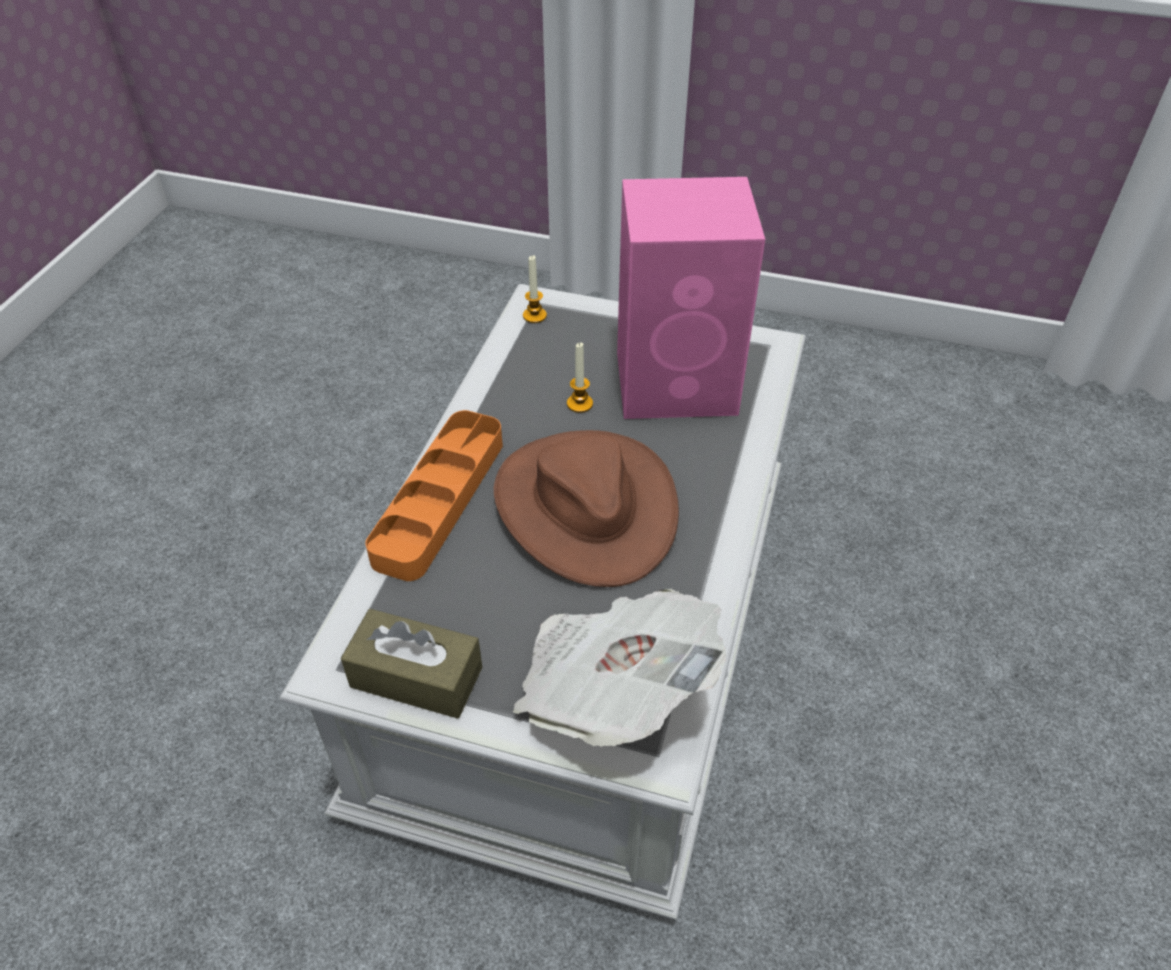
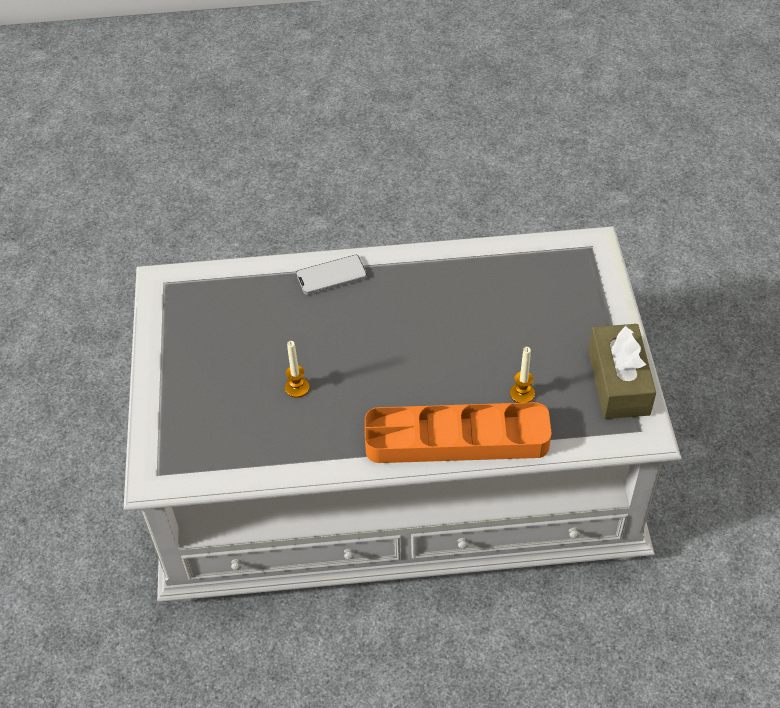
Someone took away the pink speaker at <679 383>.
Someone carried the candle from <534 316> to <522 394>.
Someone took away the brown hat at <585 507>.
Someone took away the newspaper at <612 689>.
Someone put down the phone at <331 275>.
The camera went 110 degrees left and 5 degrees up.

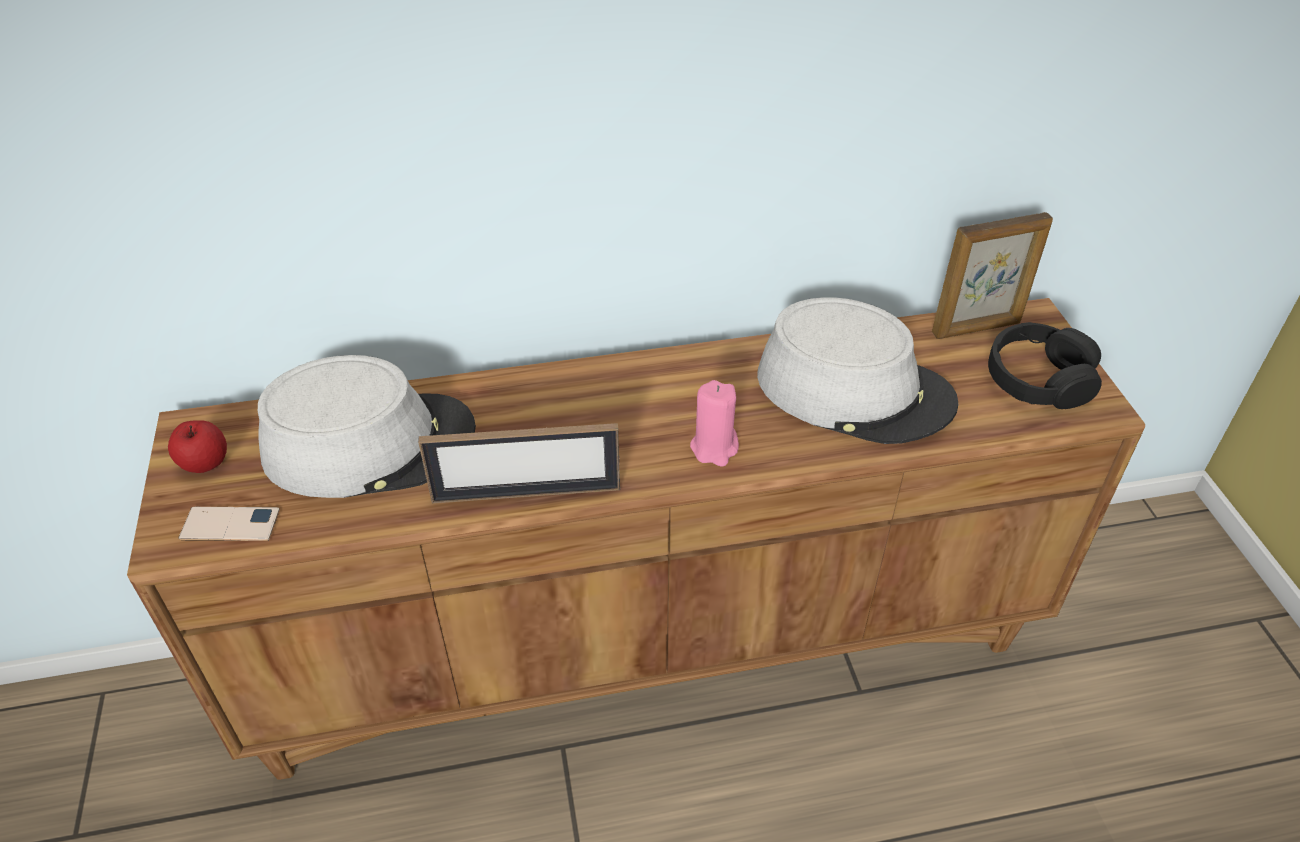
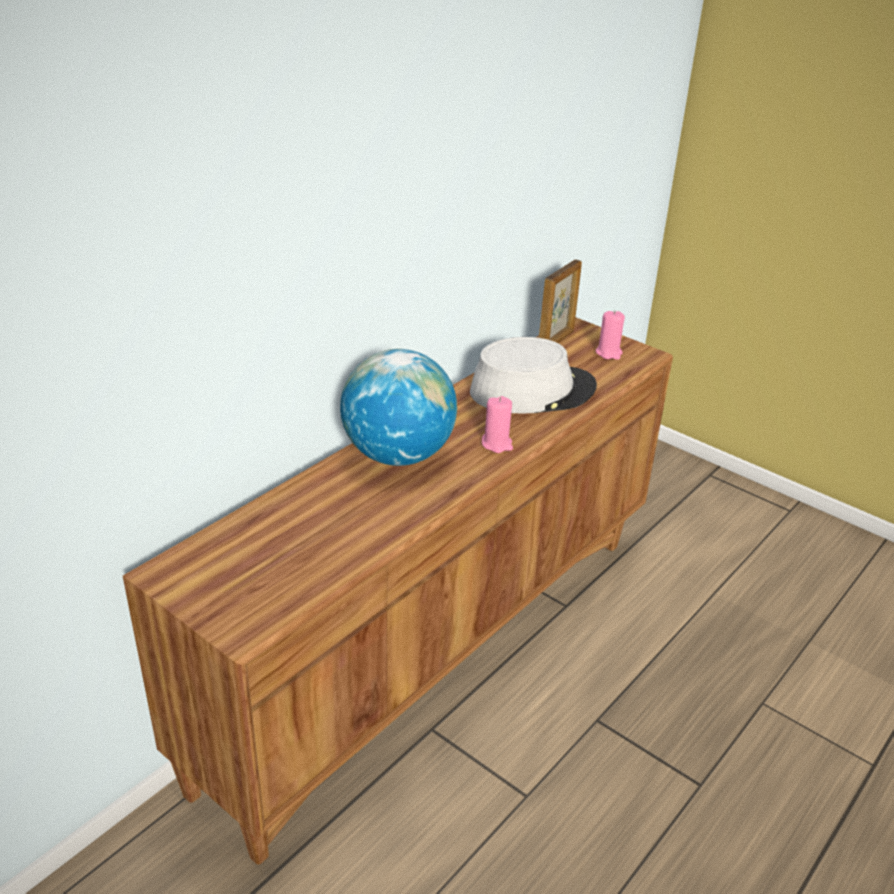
Someone swapped the black headphones at <1039 379> for the pink candle at <609 353>.
Someone took away the grey hat at <370 443>.
Someone took away the apple at <205 463>.
Someone took away the picture frame at <526 494>.
Someone took away the phone at <230 525>.
Someone put down the globe at <398 454>.
The camera went 40 degrees left and 10 degrees down.

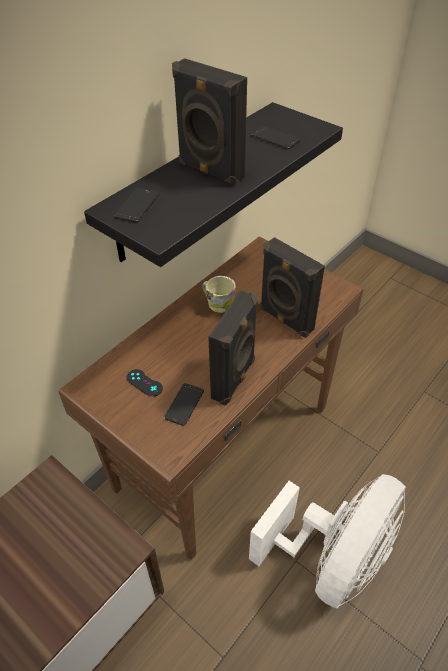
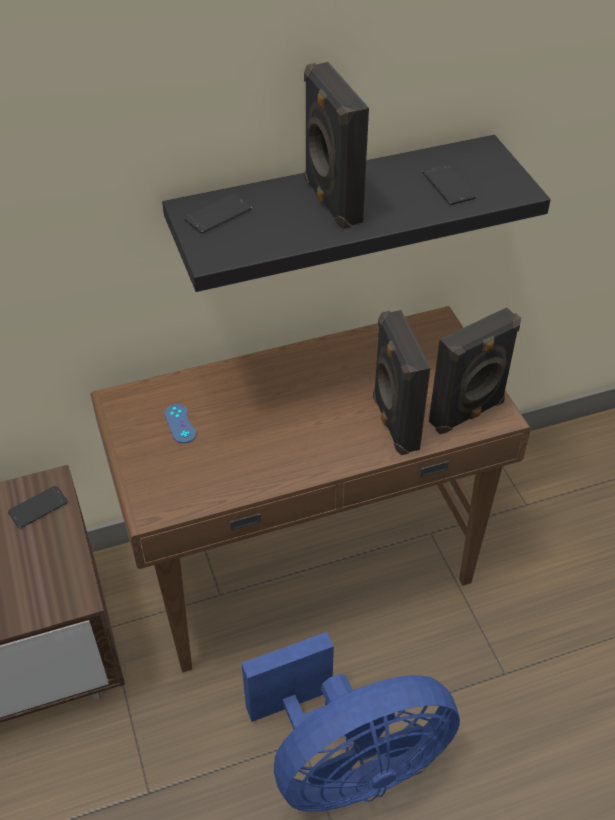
Someone took away the mug at <217 302>.
Someone carried the black speaker from <234 379> to <468 413>.
Someone repainted the black game controller at <144 383>, which became the blue game controller at <180 423>.
Someone carried the phone from <184 404> to <38 507>.
Someone repainted the white fan at <332 559>, which became the blue fan at <347 764>.
The camera went 30 degrees right and 0 degrees up.

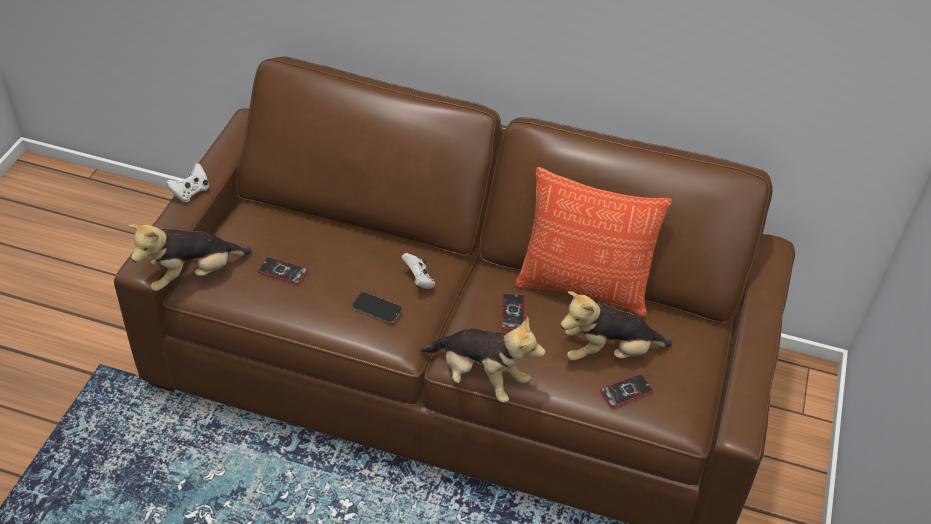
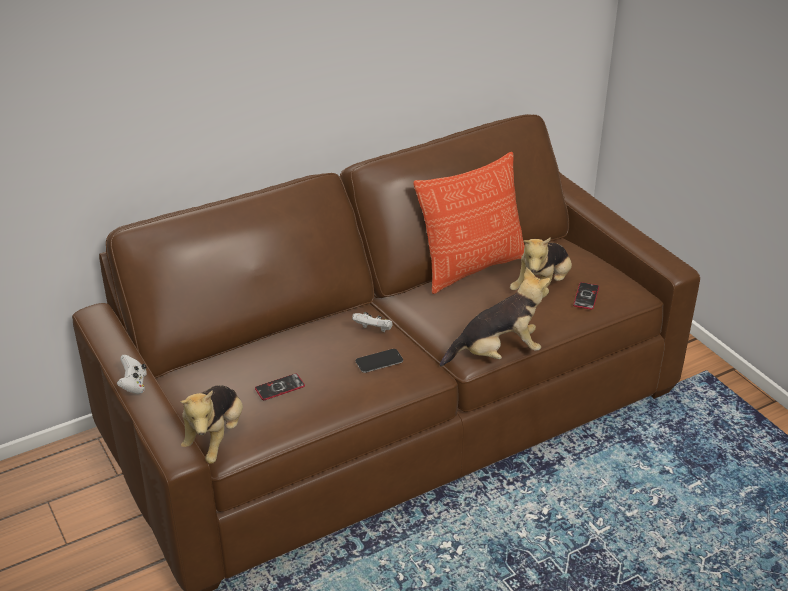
Someone took away the phone at <513 312>.
The camera went 45 degrees left and 10 degrees down.

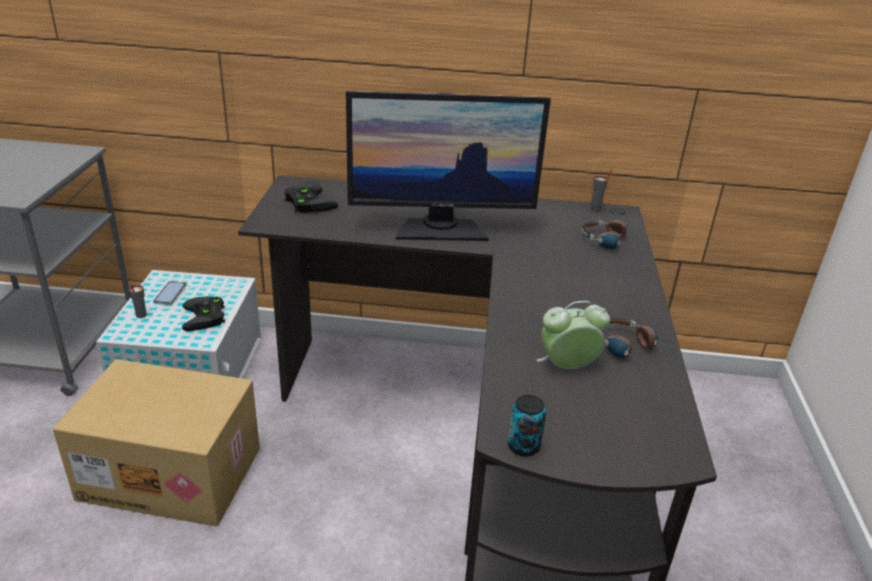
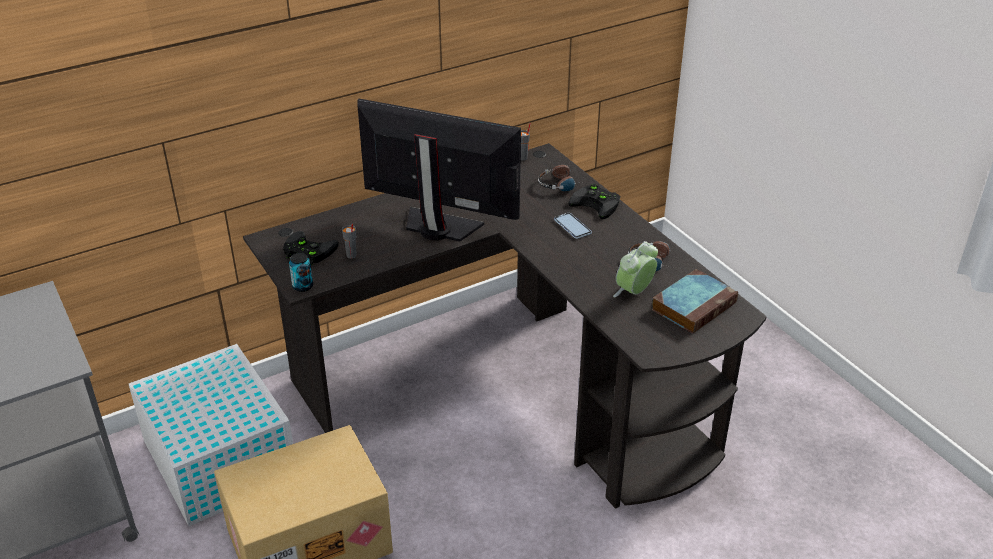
Someone rotated the monitor at <440 229> by 120 degrees counterclockwise.
Someone carried the phone from <170 294> to <572 226>.
Someone carried the grey cup from <141 315> to <351 255>.
Someone carried the black game controller from <206 317> to <598 204>.
Someone carried the can from <523 446> to <303 286>.
Someone put down the book at <694 305>.
The camera went 35 degrees left and 5 degrees up.

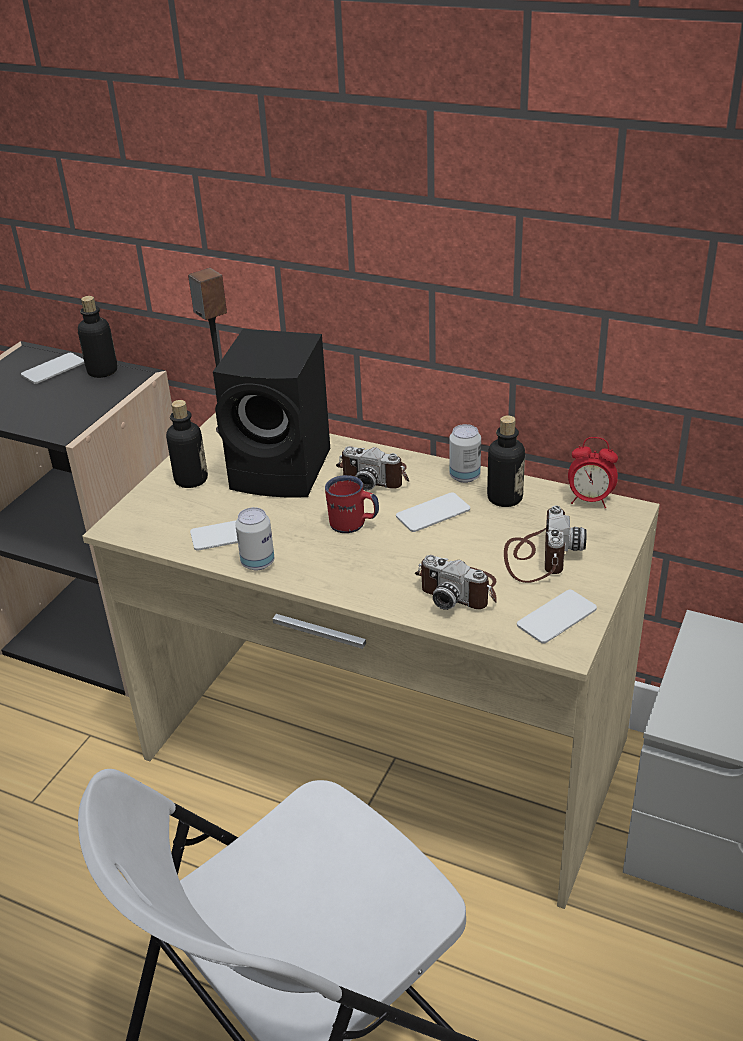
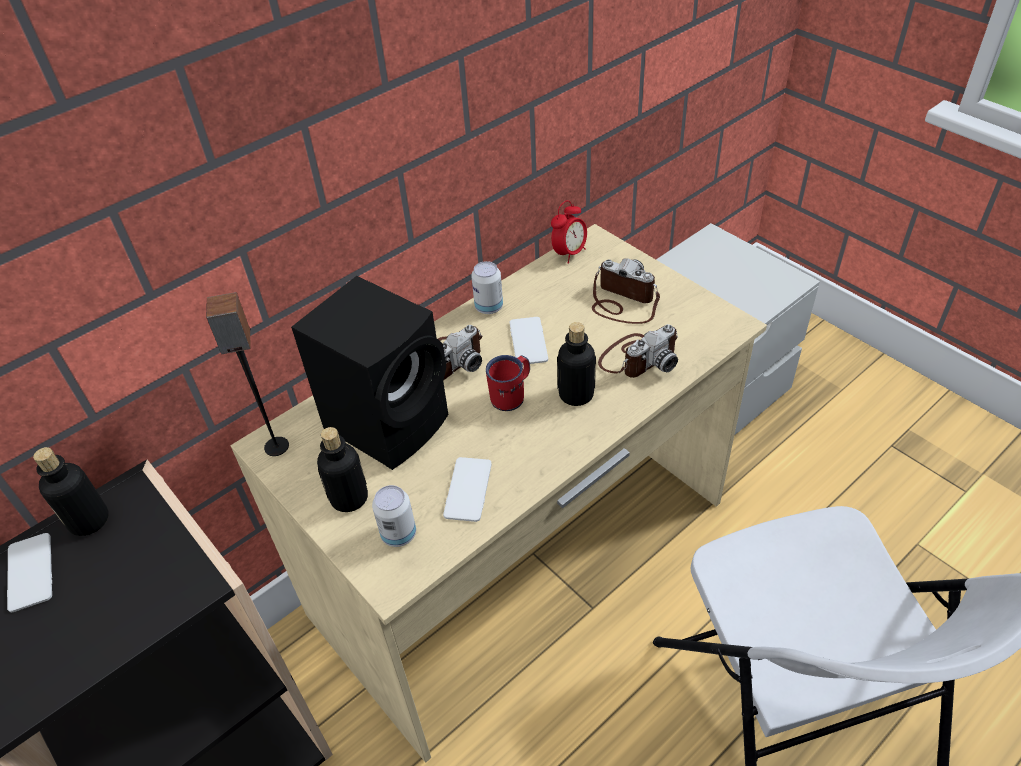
Someone carried the bottle from <504 498> to <576 394>.
Someone carried the can from <258 563> to <398 534>.
Someone took away the phone at <556 617>.
The camera went 65 degrees left and 10 degrees up.

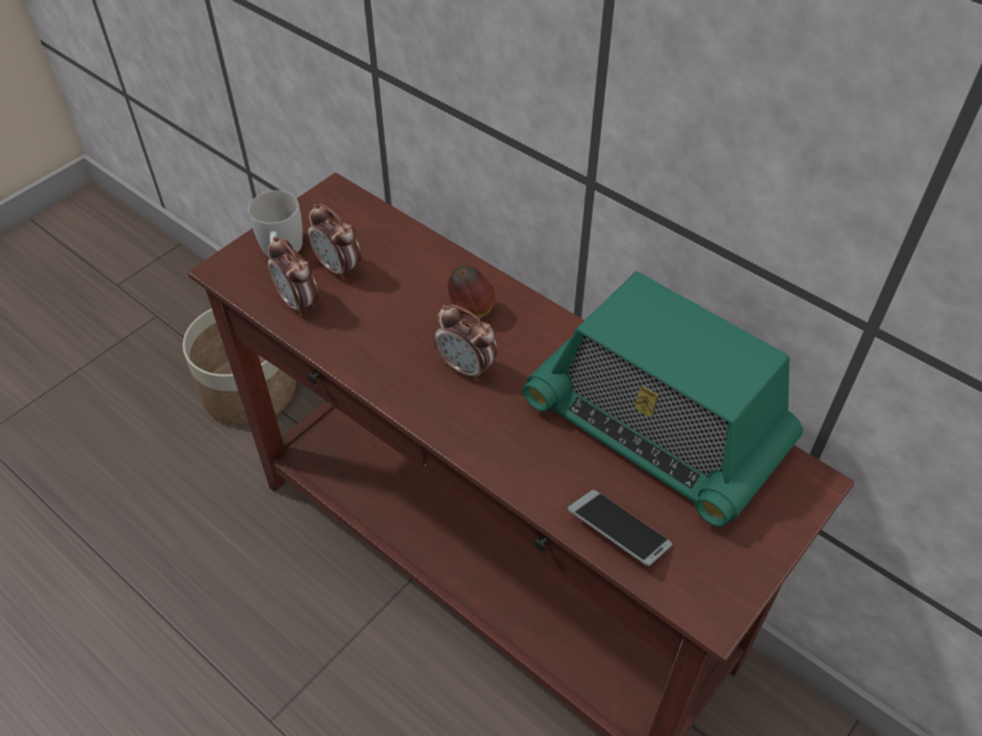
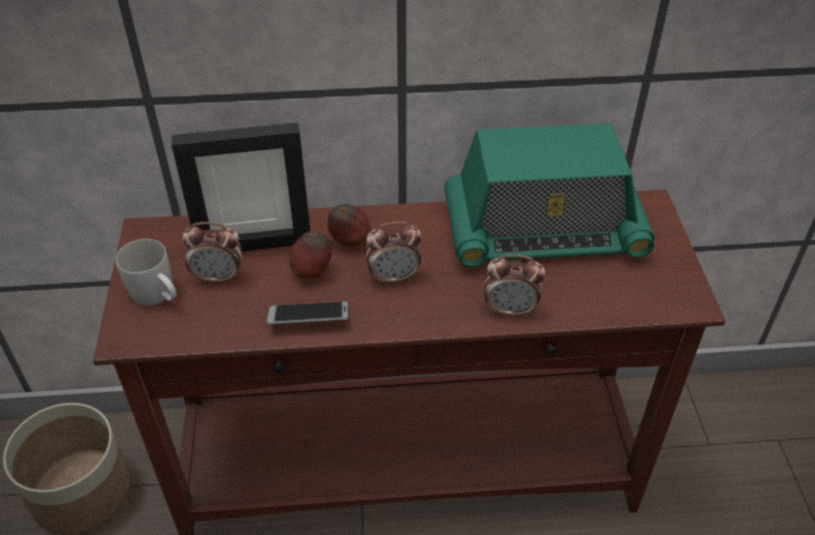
Someone carried the alarm clock from <298 303> to <510 310>.
Someone carried the phone from <618 532> to <308 319>.
Someone put down the picture frame at <254 243>.
Someone put down the apple at <312 273>.
The camera went 45 degrees left and 5 degrees down.

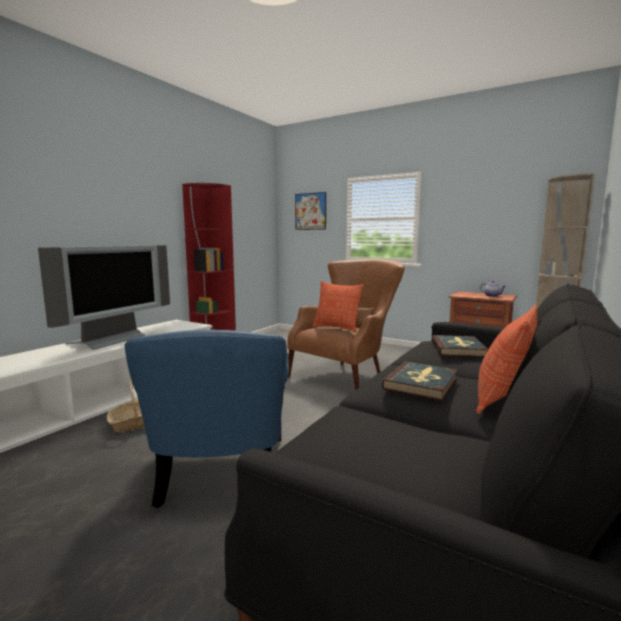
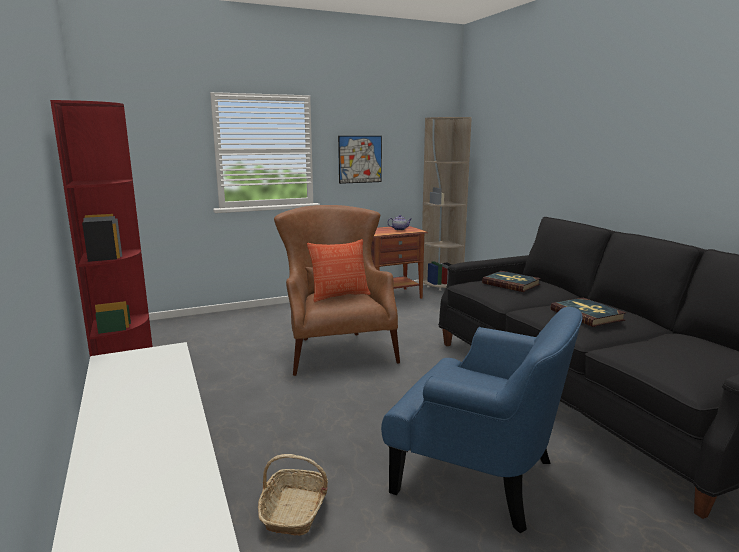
Someone carried the picture from <310 211> to <360 159>.
Someone took away the television at <110 340>.
Someone took away the orange pillow at <502 400>.
The camera went 55 degrees left and 5 degrees up.

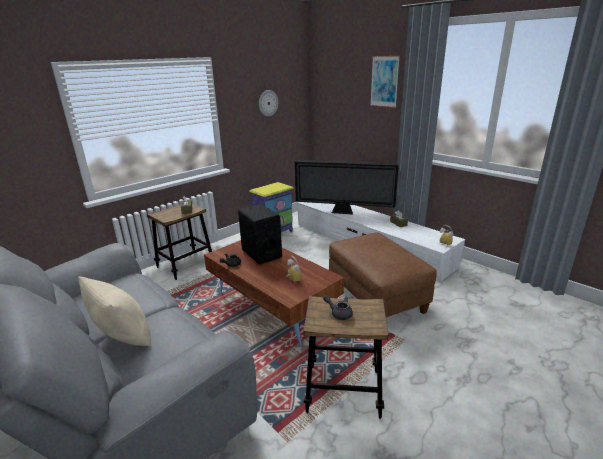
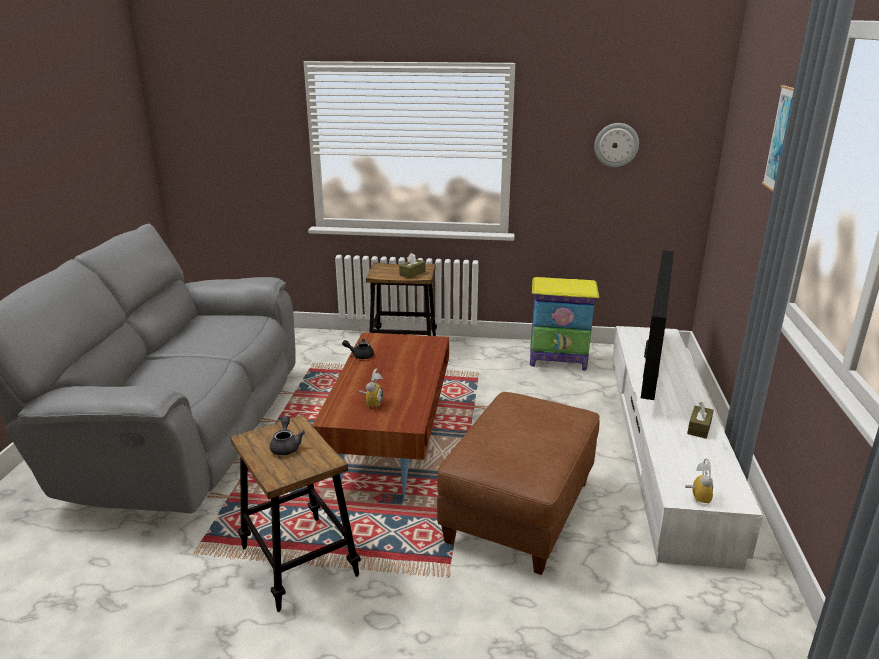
Someone rotated the television at <344 212> by 45 degrees clockwise.
Someone took away the black speaker at <261 253>.
Someone took away the beige pillow at <123 336>.
The camera went 50 degrees right and 0 degrees up.

